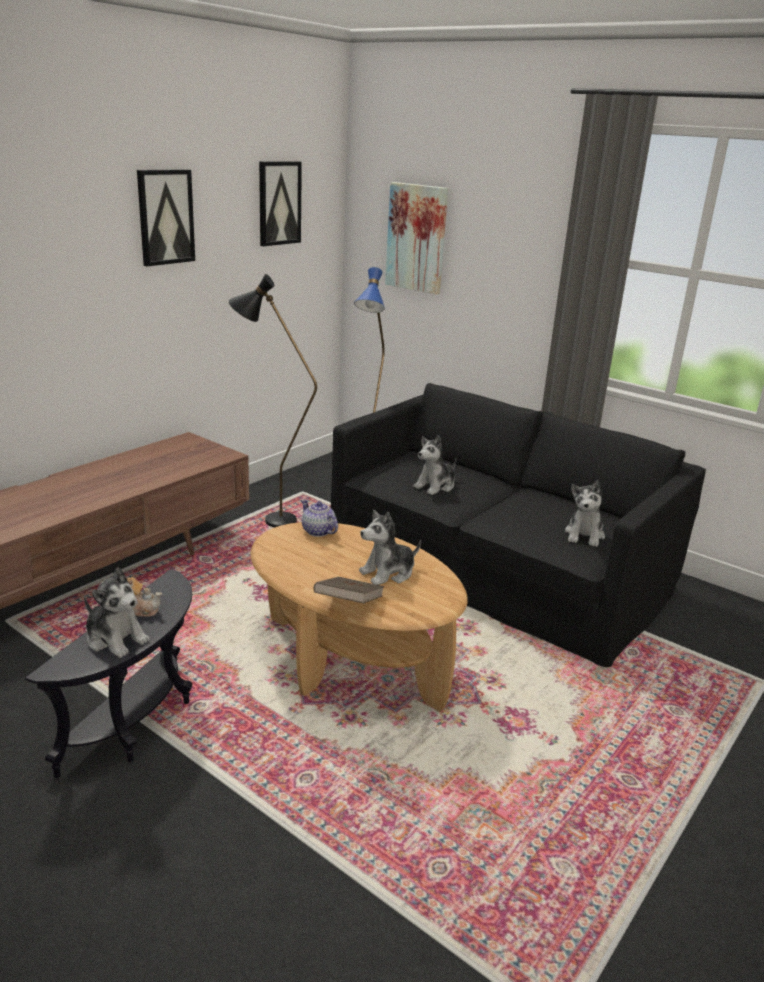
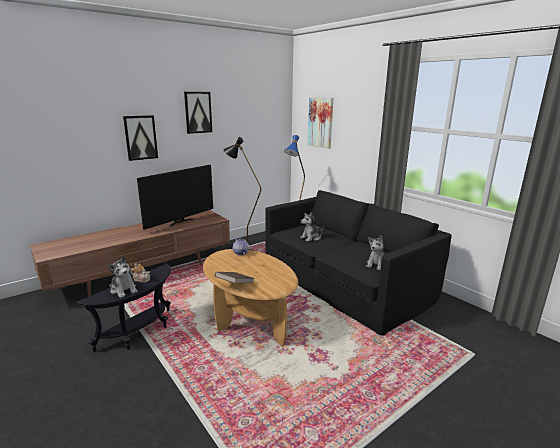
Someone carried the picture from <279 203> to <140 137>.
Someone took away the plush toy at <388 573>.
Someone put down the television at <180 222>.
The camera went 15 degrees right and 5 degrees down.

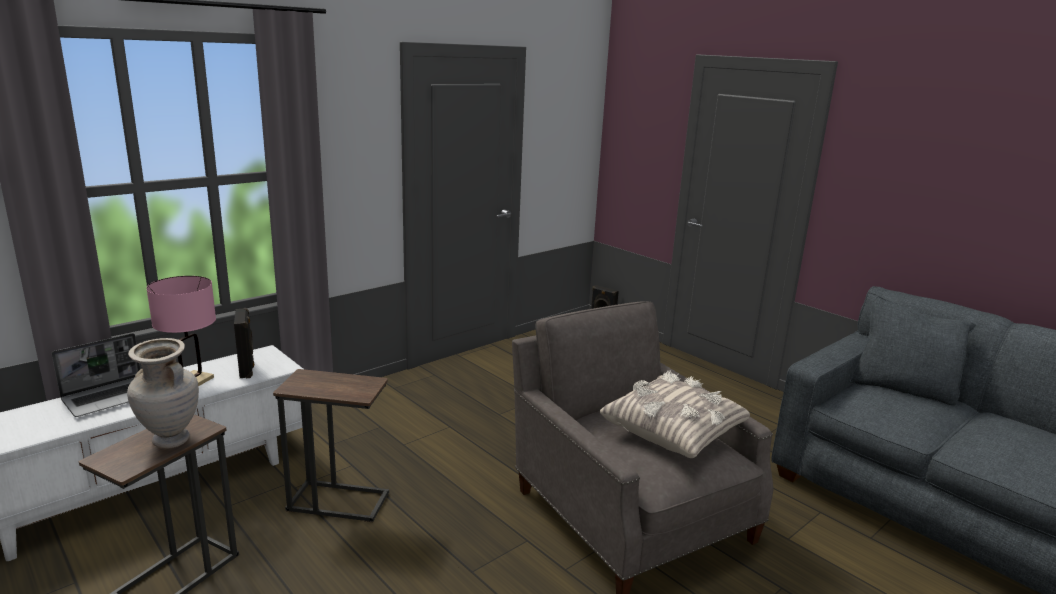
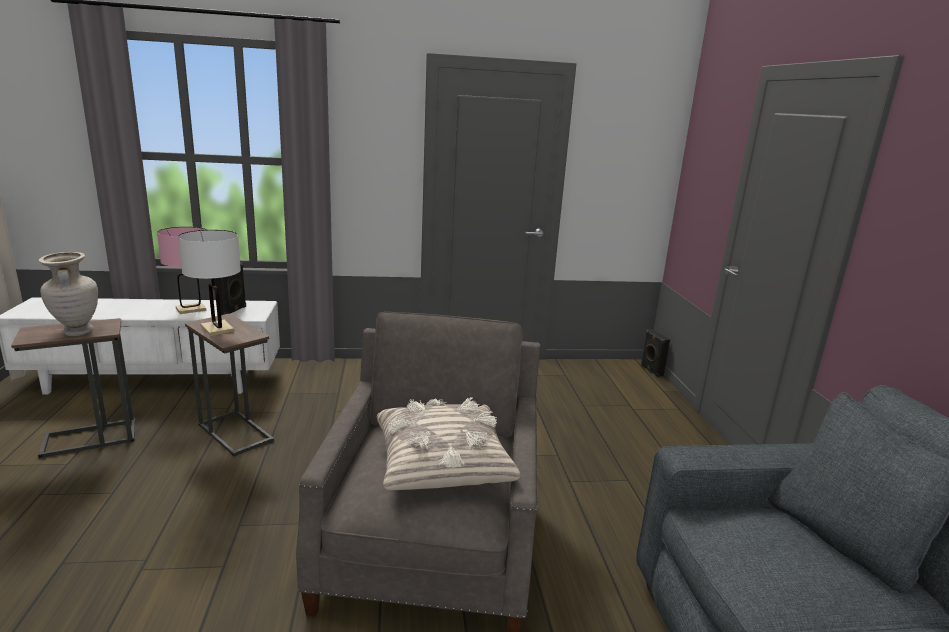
Someone took away the laptop at <111 397>.
Someone put down the white table lamp at <217 329>.
The camera went 35 degrees right and 0 degrees up.

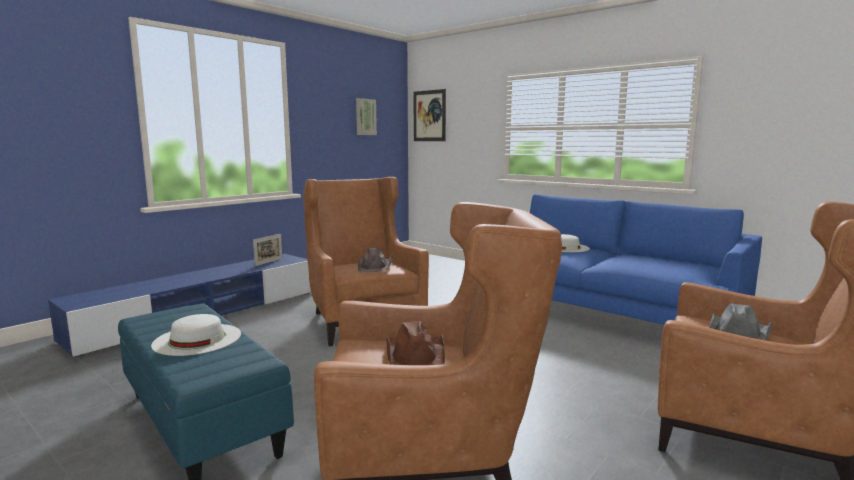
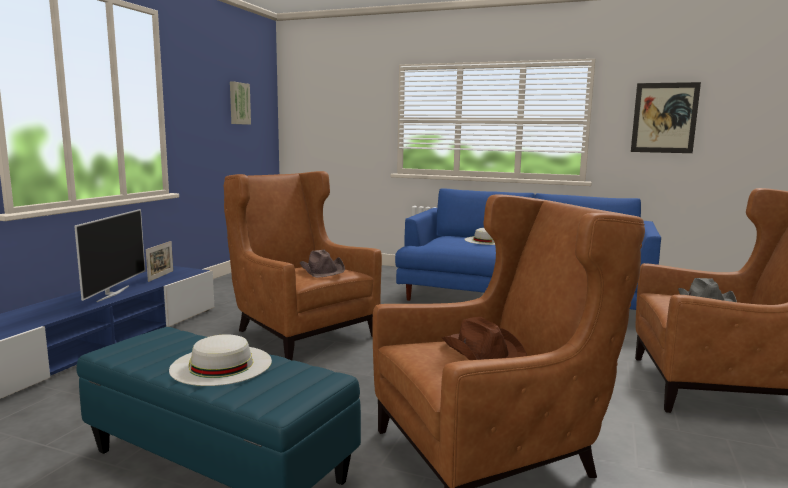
Someone carried the picture from <429 116> to <664 118>.
Someone put down the television at <112 293>.
The camera went 20 degrees left and 0 degrees up.

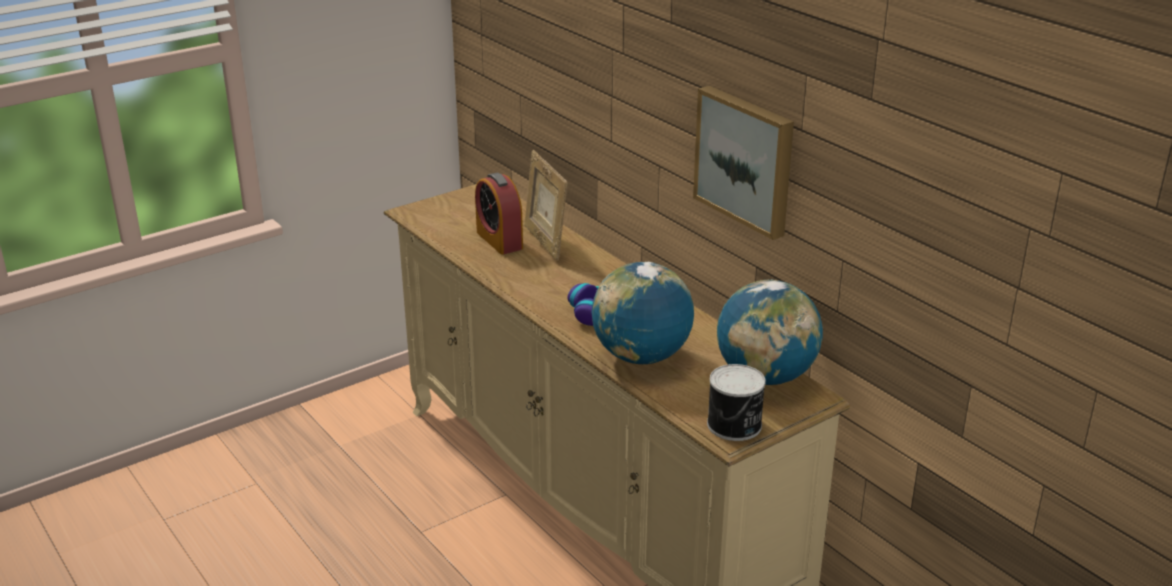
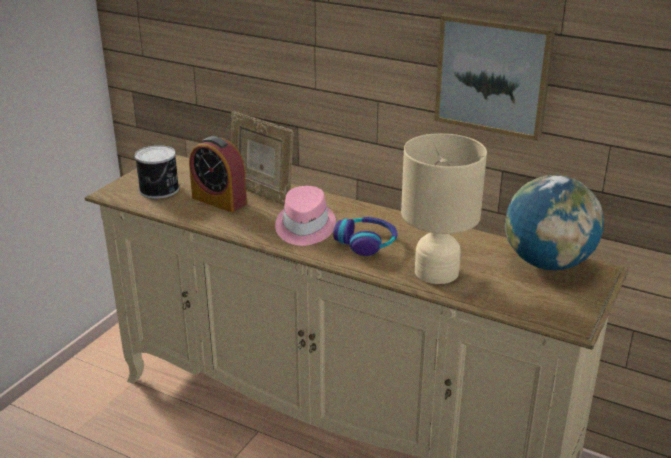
Someone swapped the globe at <641 357> for the beige table lamp at <435 272>.
Someone carried the can from <735 425> to <160 189>.
Someone put down the pink hat at <304 227>.
The camera went 25 degrees left and 0 degrees up.

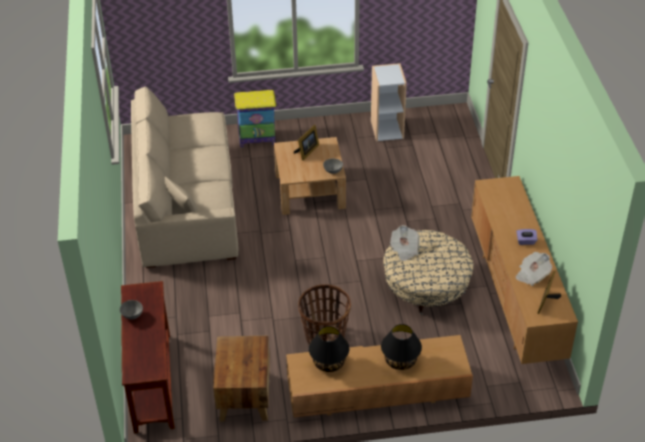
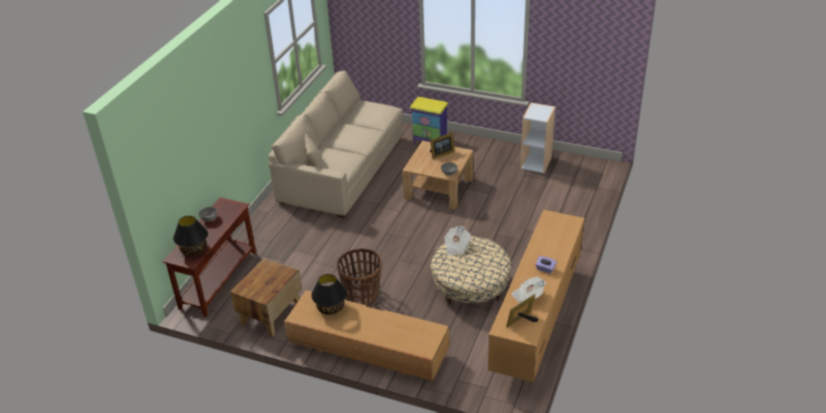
Someone carried the black table lamp from <400 361> to <194 249>.
The camera went 30 degrees right and 5 degrees down.

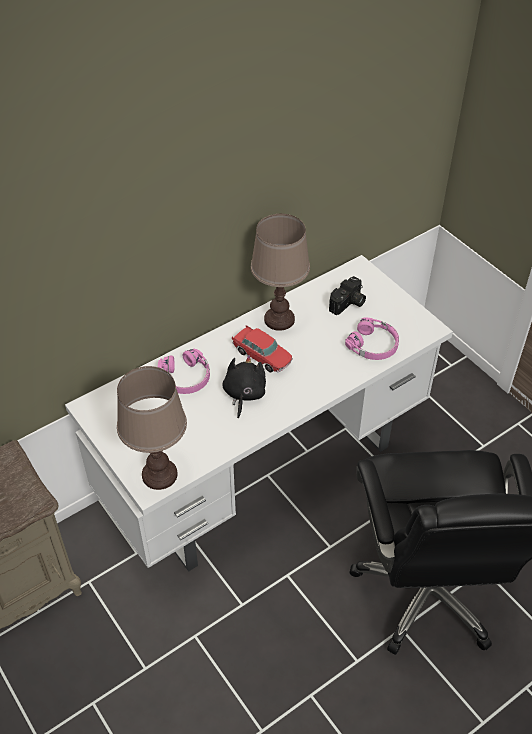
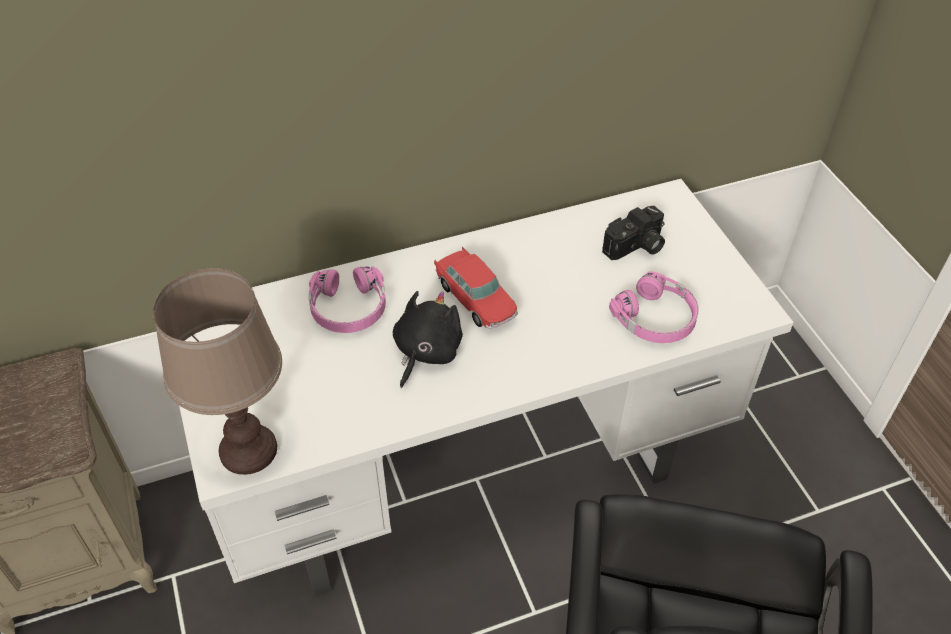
Someone took away the brown table lamp at <279 320>.
The camera went 15 degrees right and 0 degrees up.

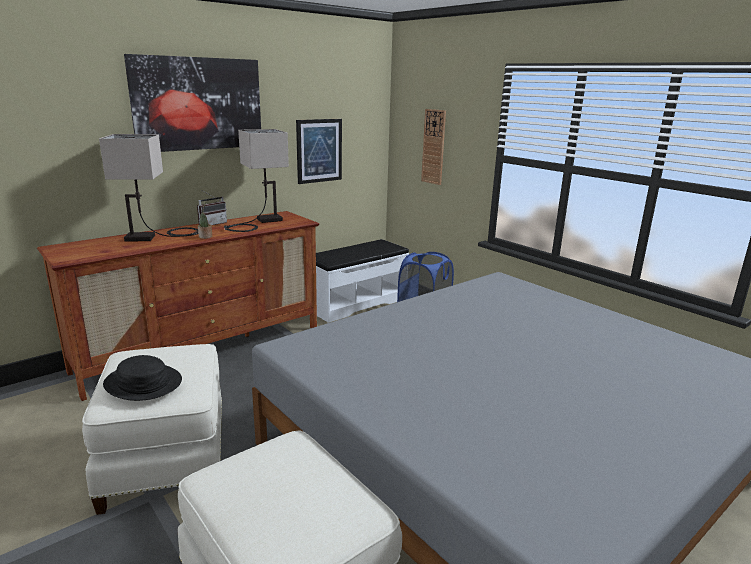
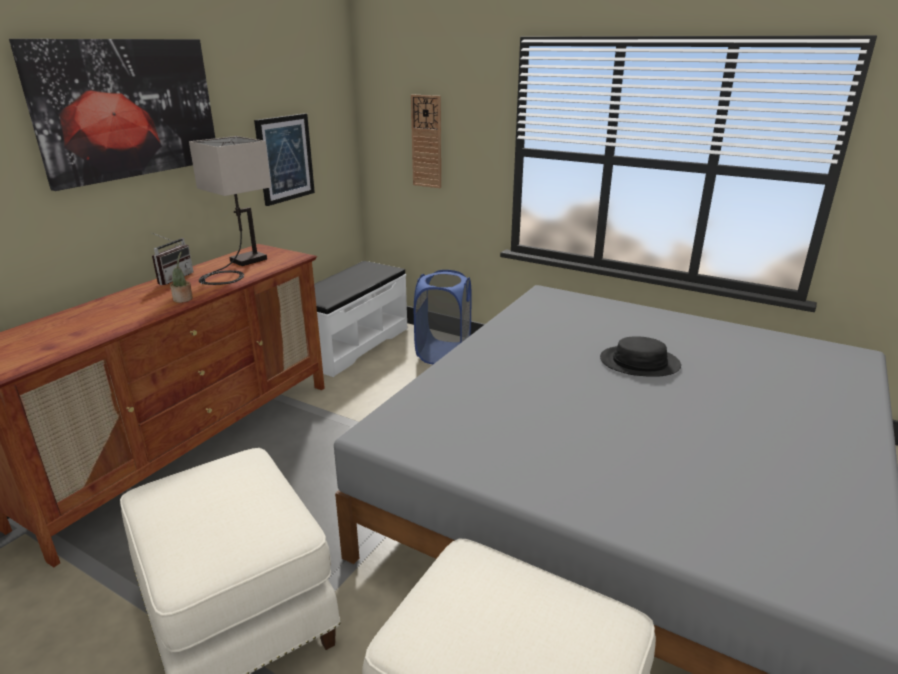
Someone took away the table lamp at <159 236>.
Someone carried the black hat from <143 383> to <639 363>.
The camera went 20 degrees left and 5 degrees up.

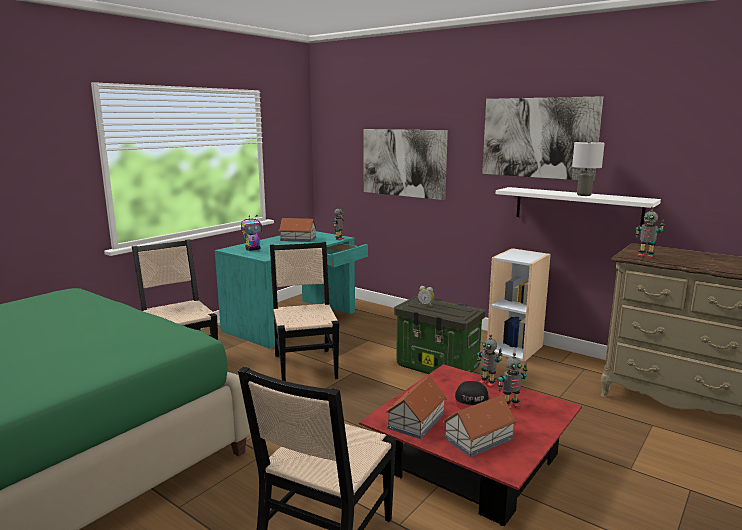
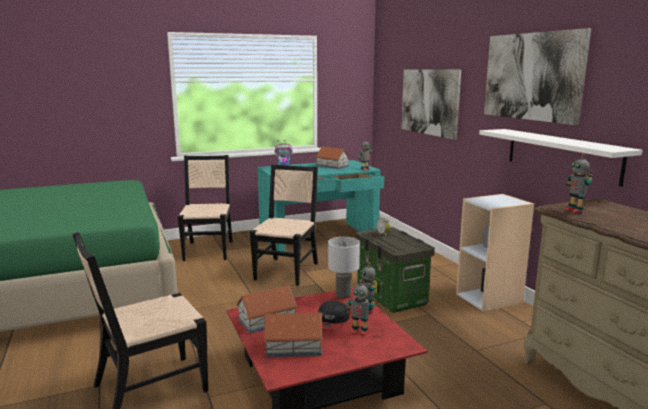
Someone carried the white table lamp from <583 195> to <343 295>.
The camera went 30 degrees right and 0 degrees up.

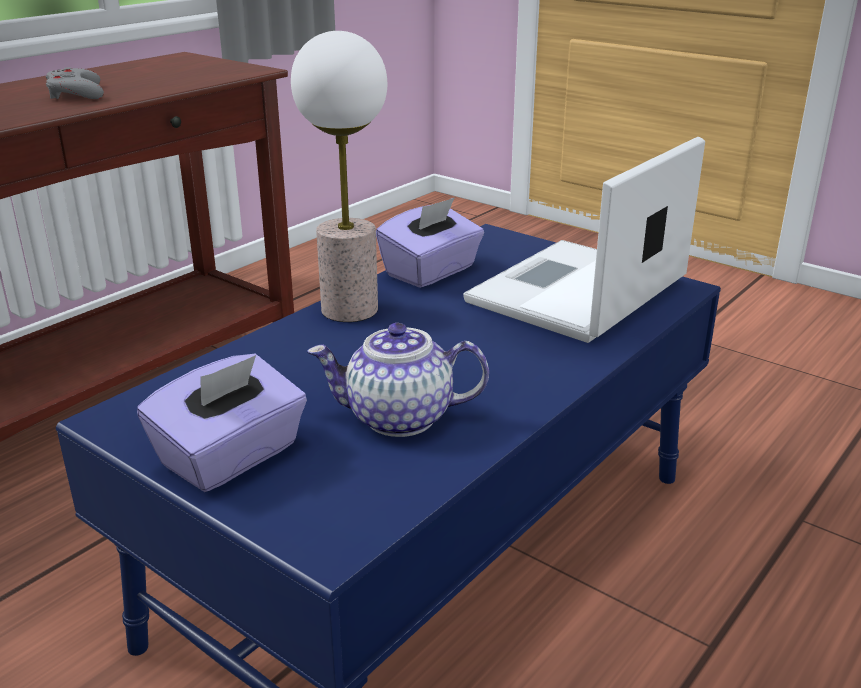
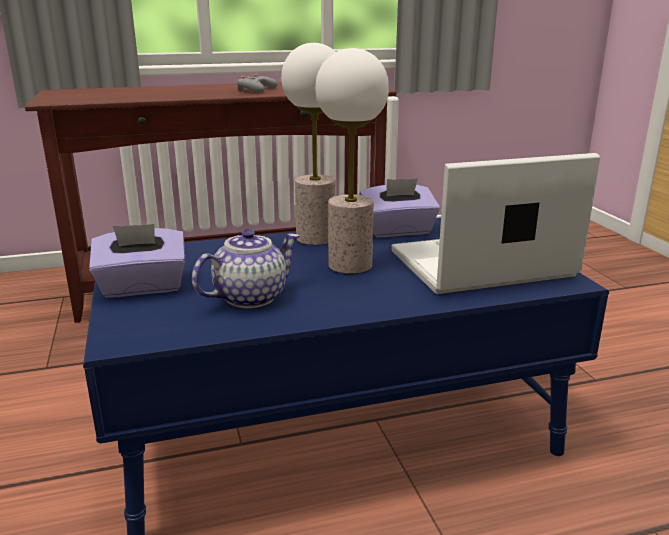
Someone rotated the teapot at <398 418> by 105 degrees clockwise.
Someone put down the table lamp at <350 265>.
The camera went 35 degrees right and 5 degrees down.

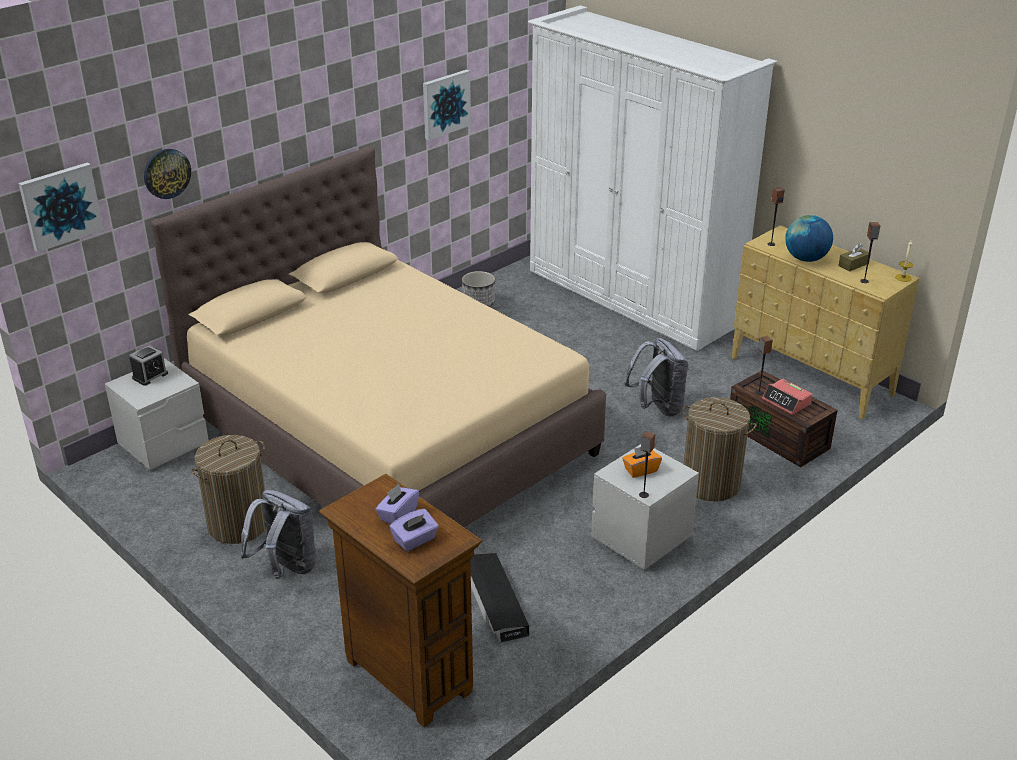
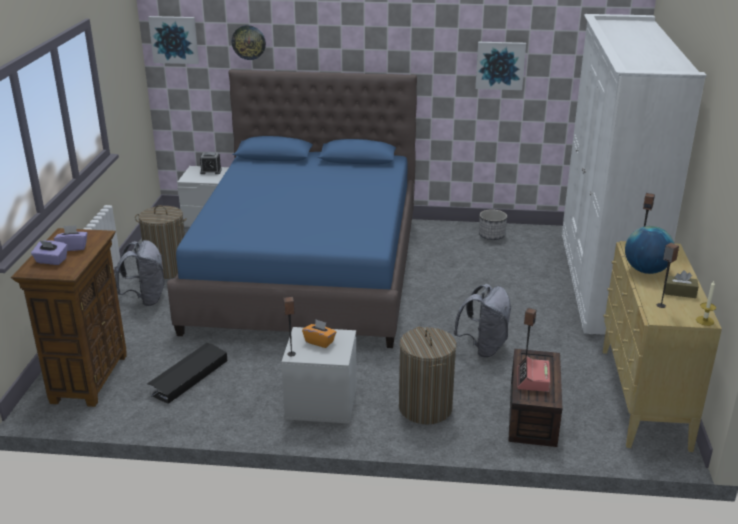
Someone repainted the beige bed at <388 434>, which became the blue bed at <308 271>.
The camera went 50 degrees right and 5 degrees down.

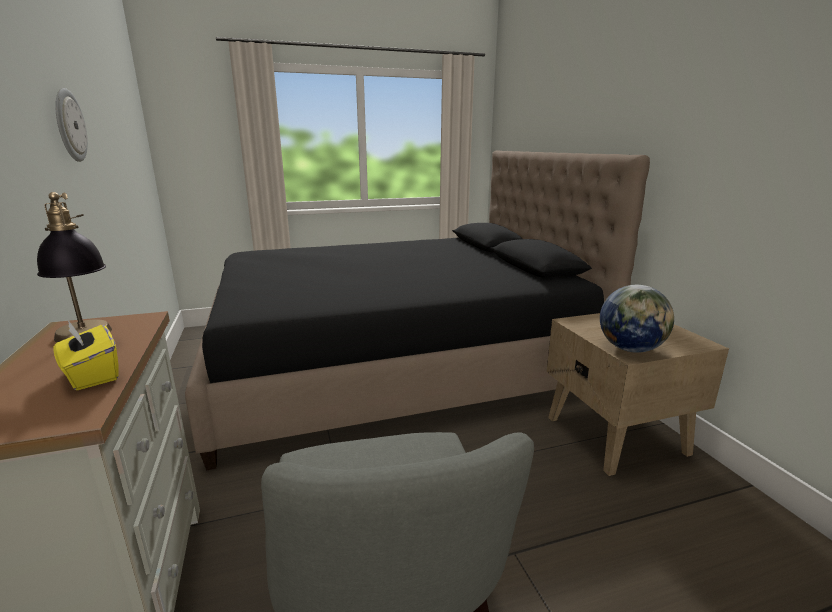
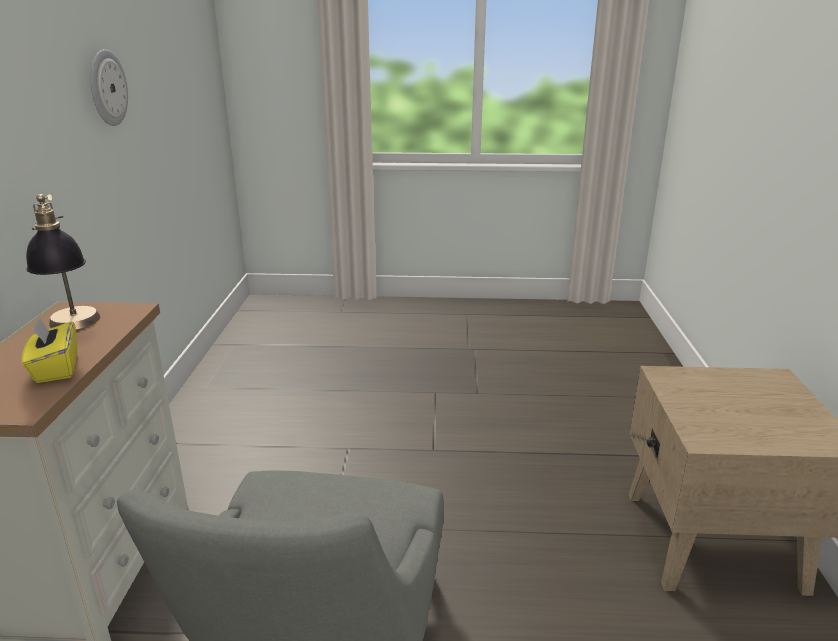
Someone took away the black bed at <397 364>.
Someone took away the globe at <630 349>.
The camera went 20 degrees right and 5 degrees up.

